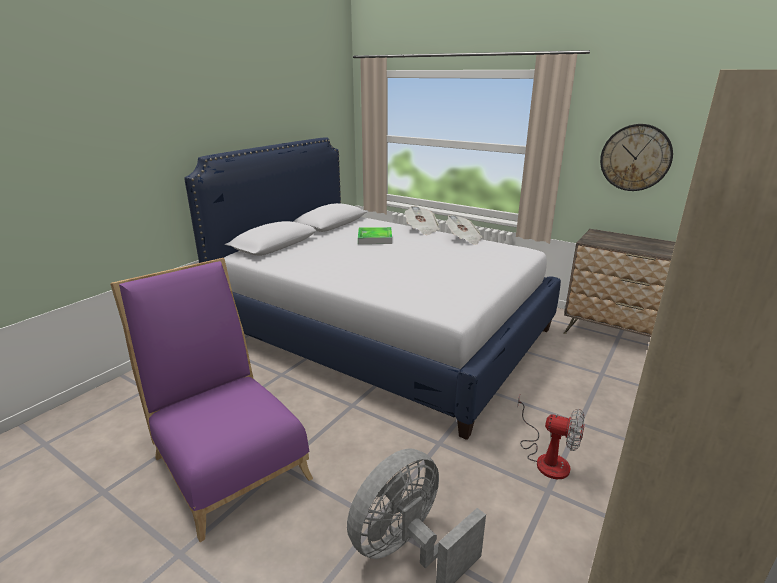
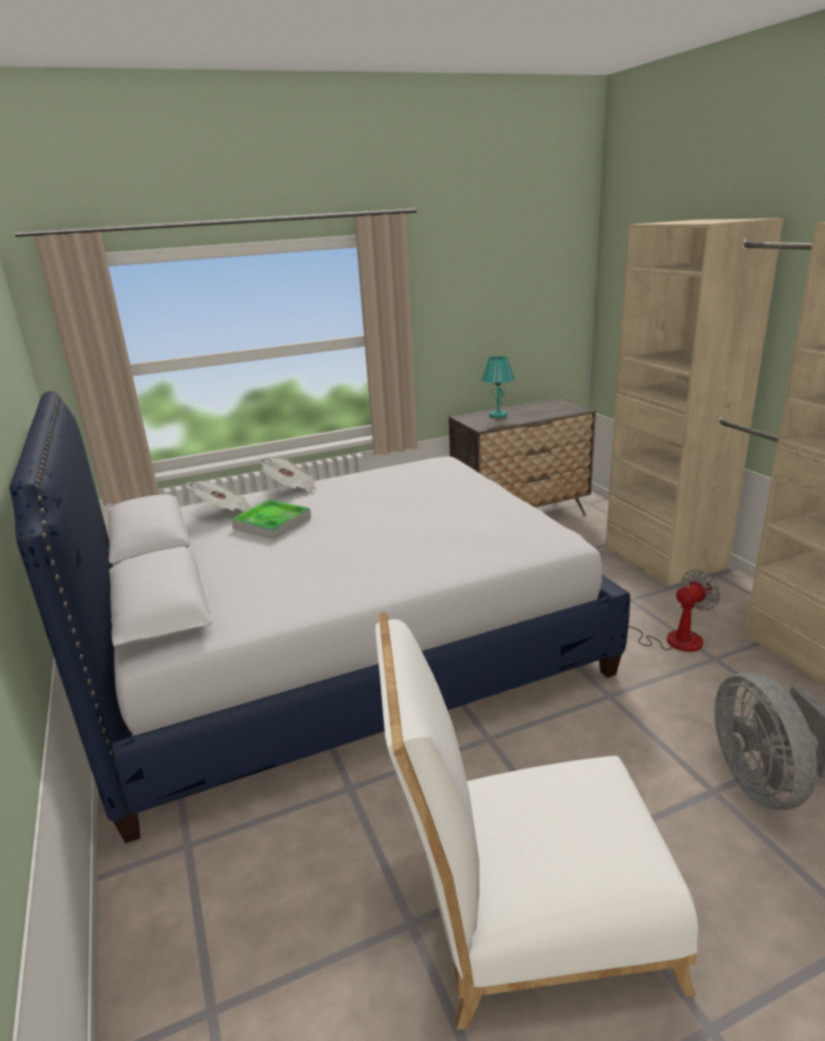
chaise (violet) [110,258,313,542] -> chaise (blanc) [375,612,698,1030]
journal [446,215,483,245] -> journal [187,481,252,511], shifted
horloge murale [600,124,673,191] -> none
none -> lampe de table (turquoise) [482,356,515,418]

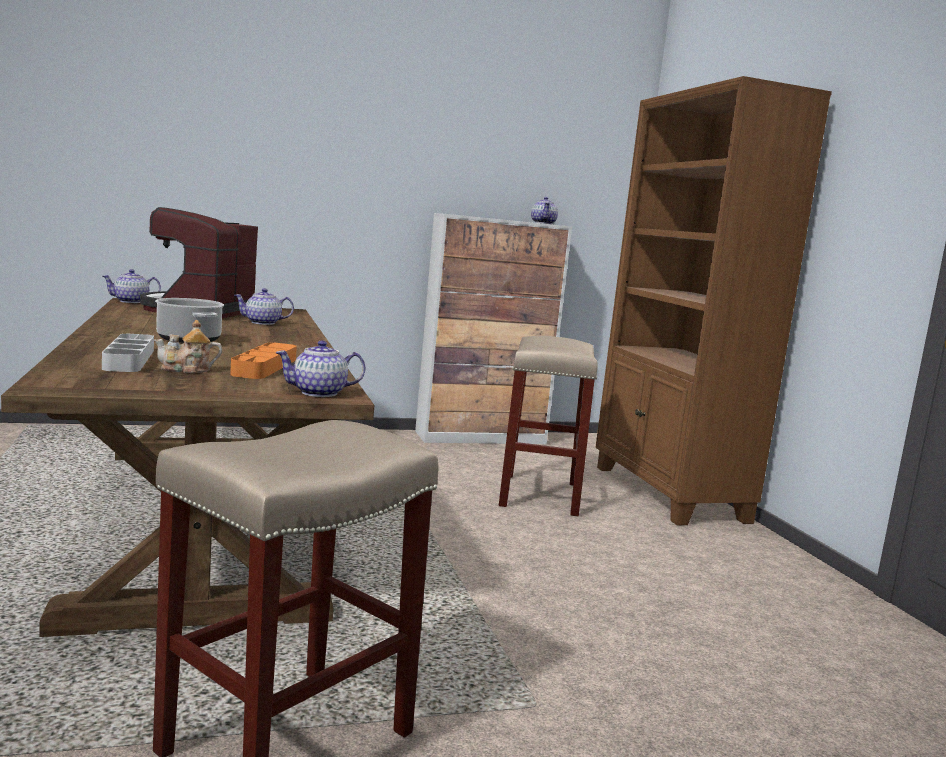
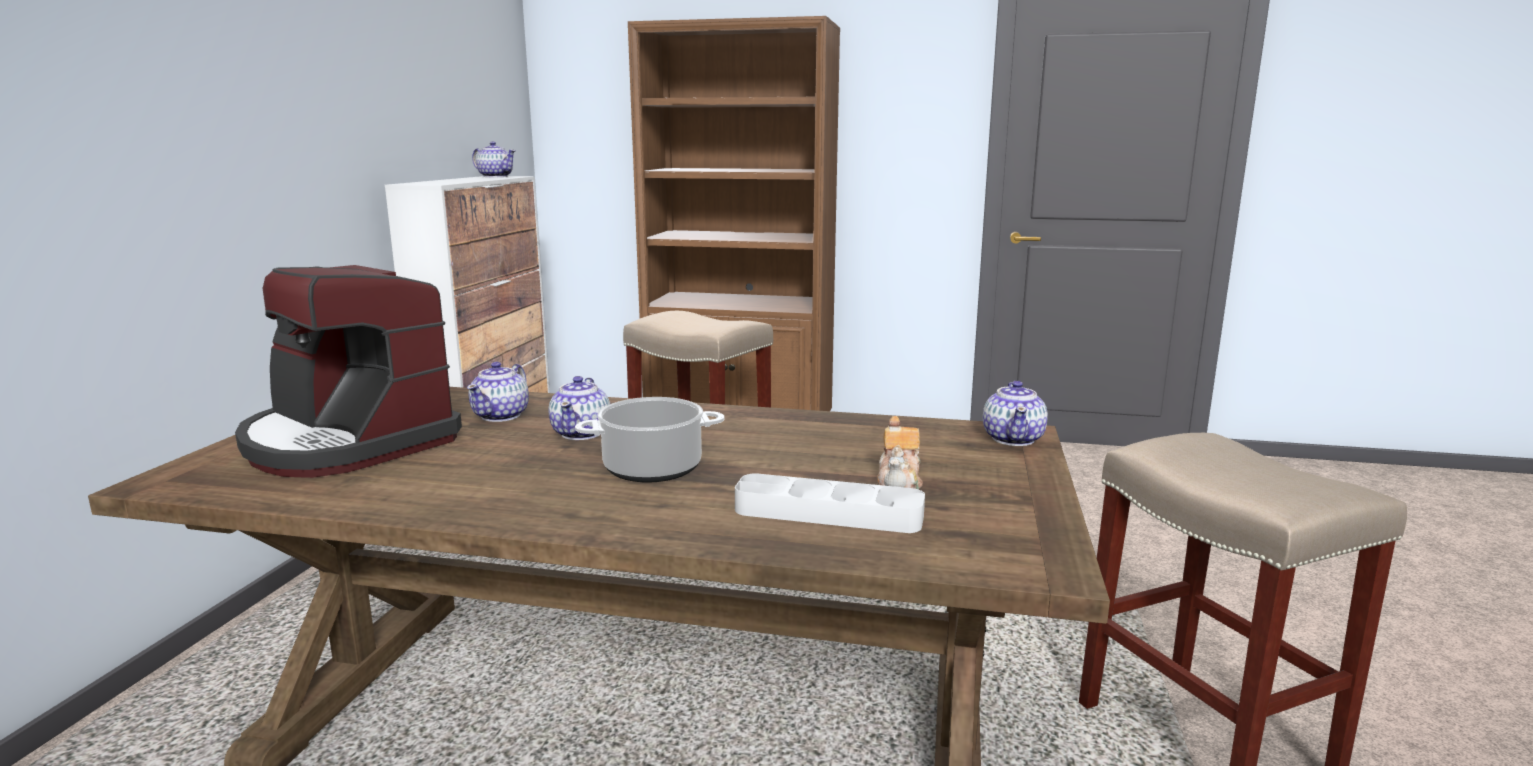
théière [102,269,161,303] -> théière [549,376,610,440], shifted
plateau (orange) [230,343,297,379] -> none

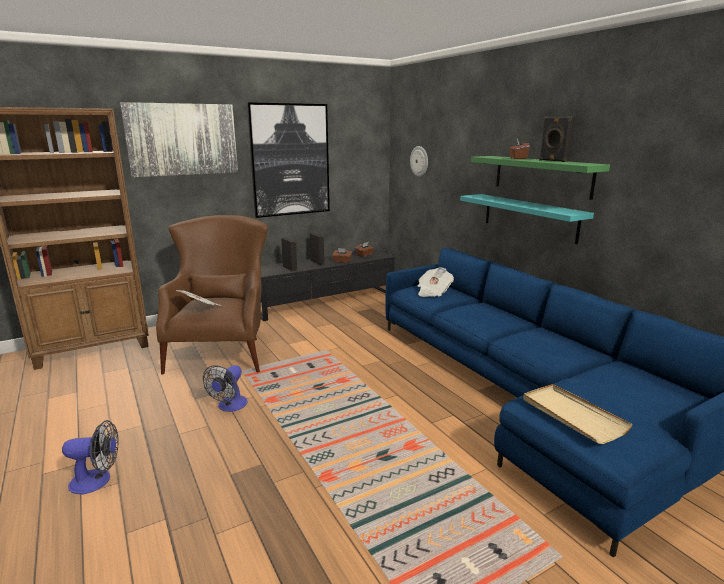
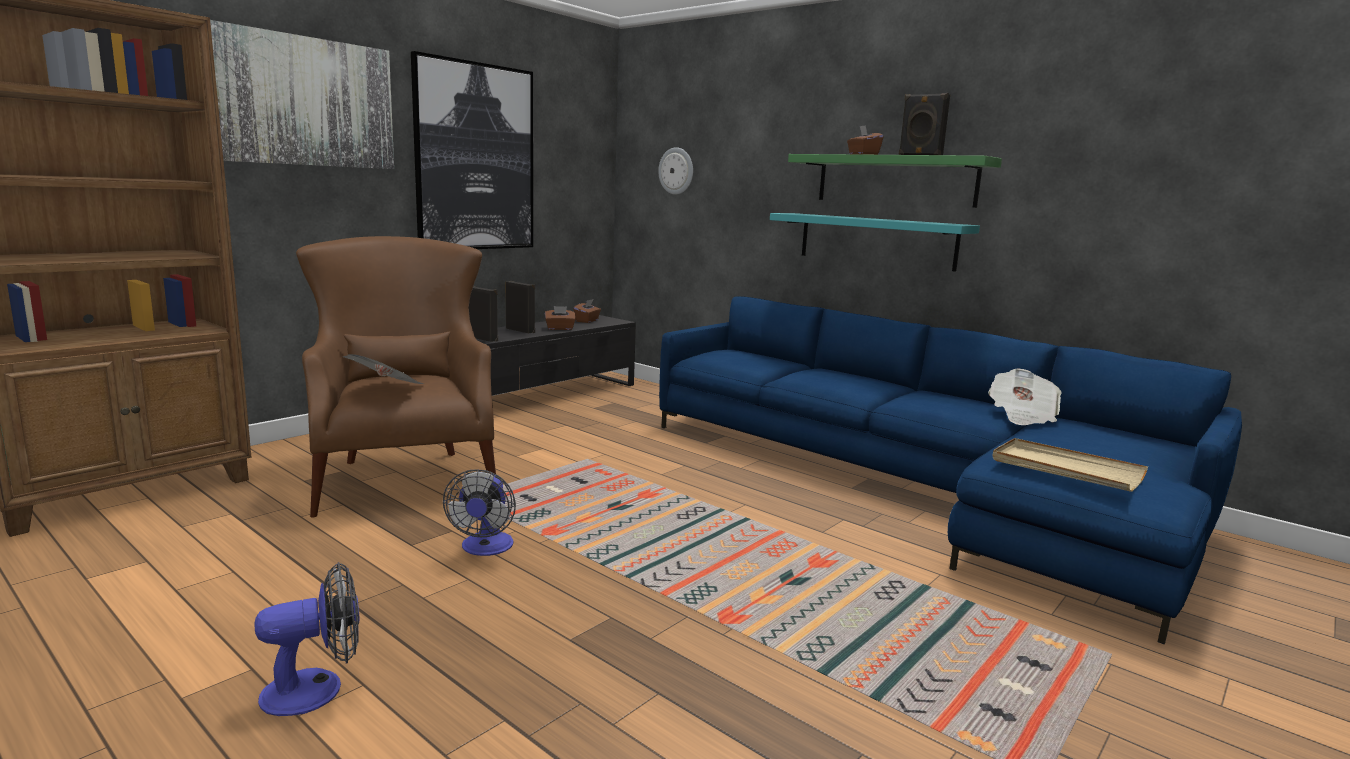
journal [418,267,454,297] -> journal [988,368,1061,425], shifted

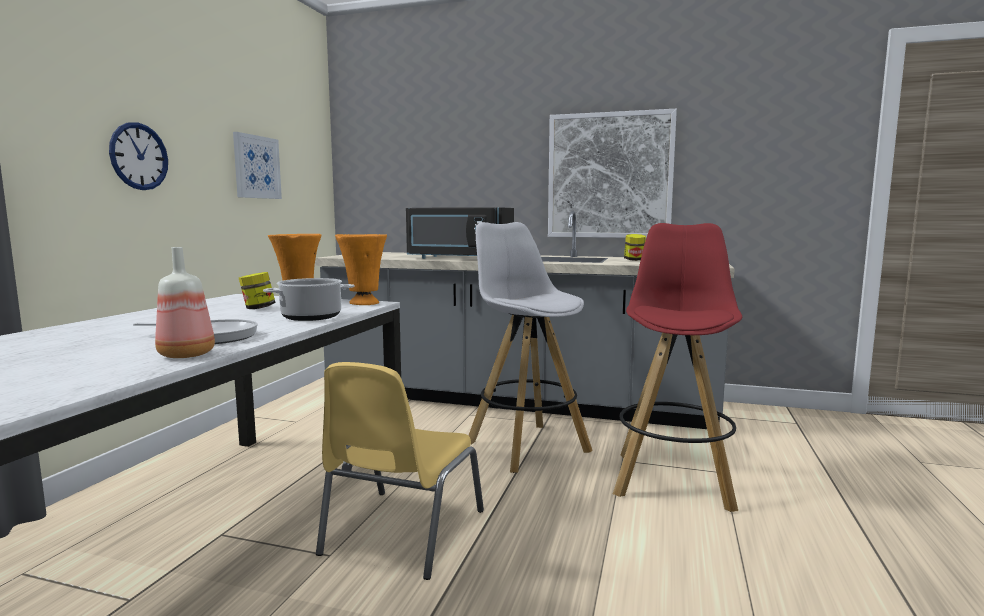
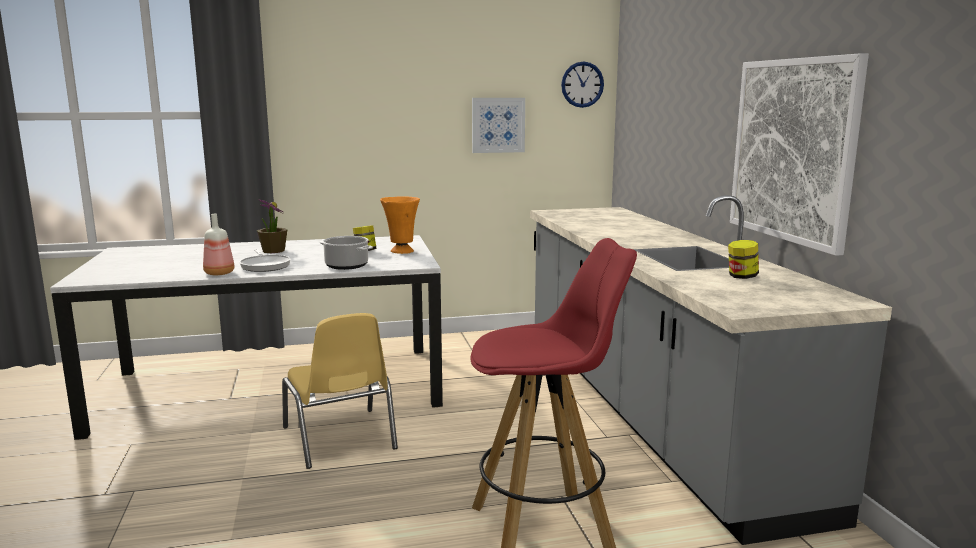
horloge murale [109,122,168,190] -> horloge murale [561,61,604,108], shifted
chaise (jaune) [316,362,484,580] -> chaise (jaune) [282,313,398,469], 105 degrees counterclockwise
vase (orange) [335,234,387,305] -> none
micro-ondes (noir) [406,207,514,259] -> none
tabouret (blanc) [468,222,592,473] -> none
none -> plante en pot [257,199,287,253]

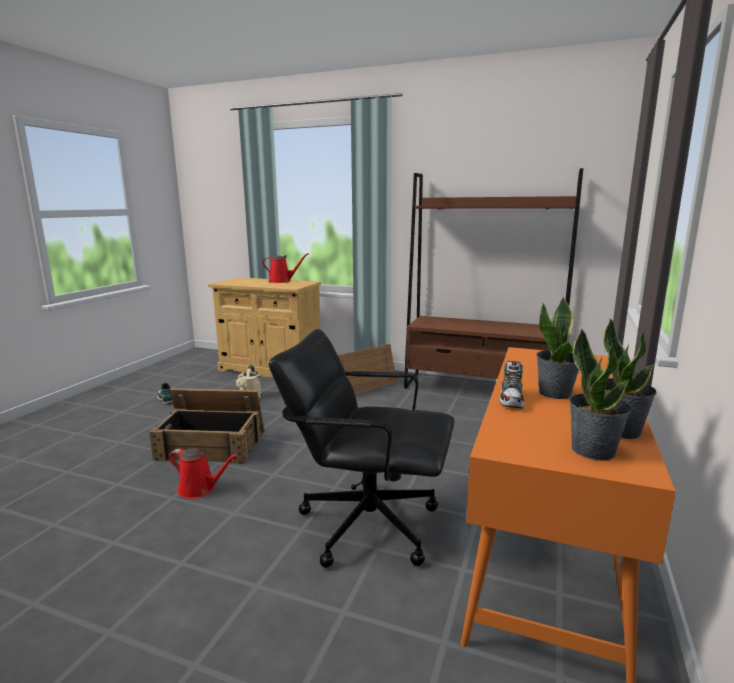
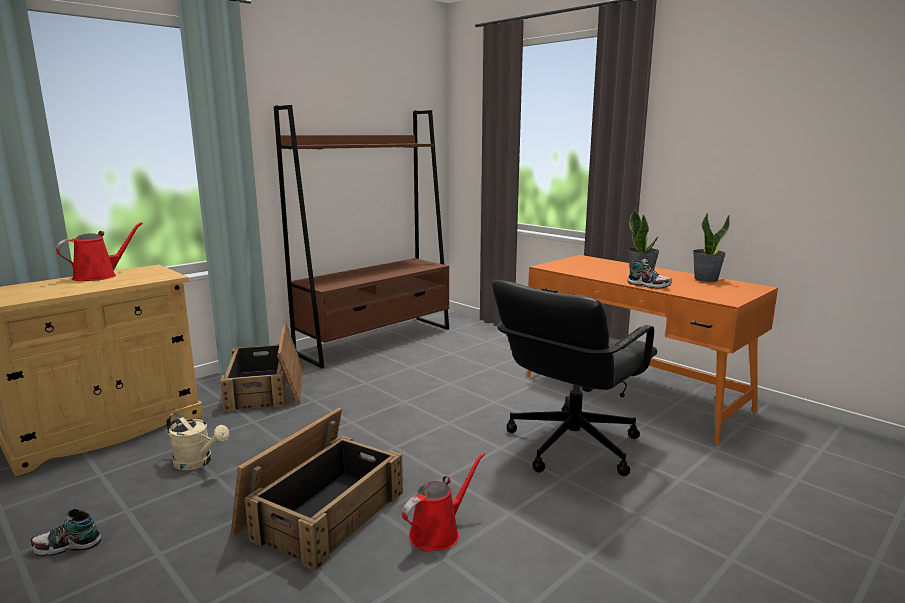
plante en pot [569,328,632,461] -> none

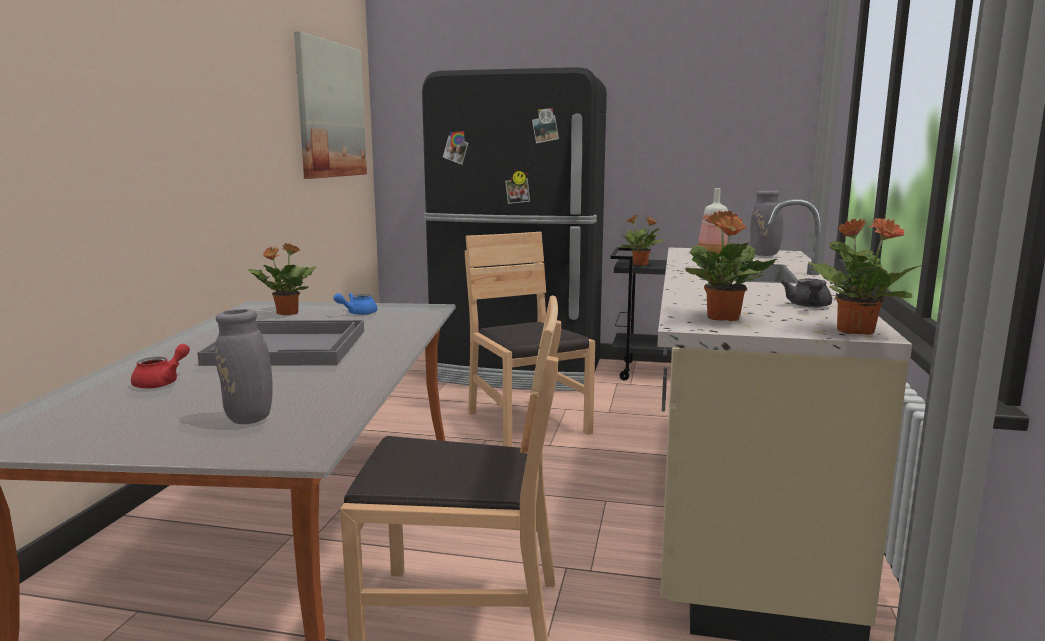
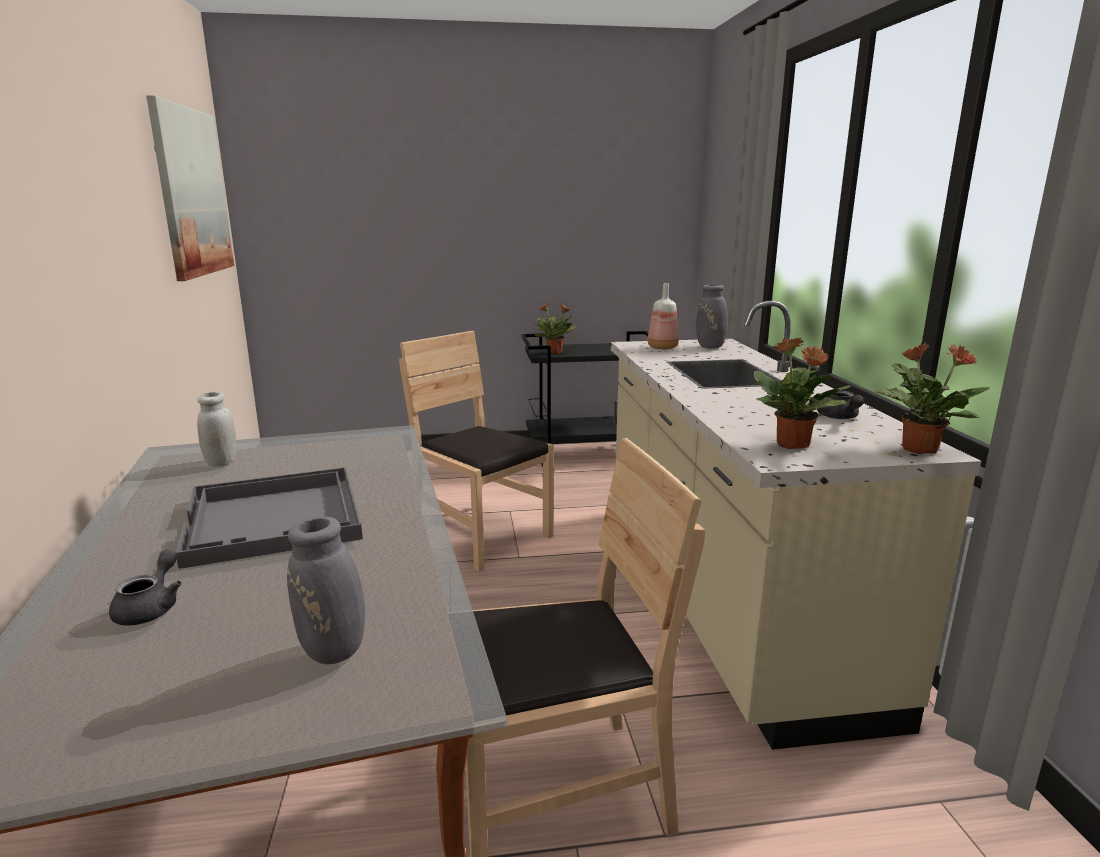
théière (rouge) [131,344,190,389] -> théière (gris) [109,550,182,626]
plante en pot [248,243,317,315] -> bocal (blanc) [197,392,236,467]
théière (bleu) [333,293,377,315] -> none
réfrigérateur (noir) [422,67,607,391] -> none

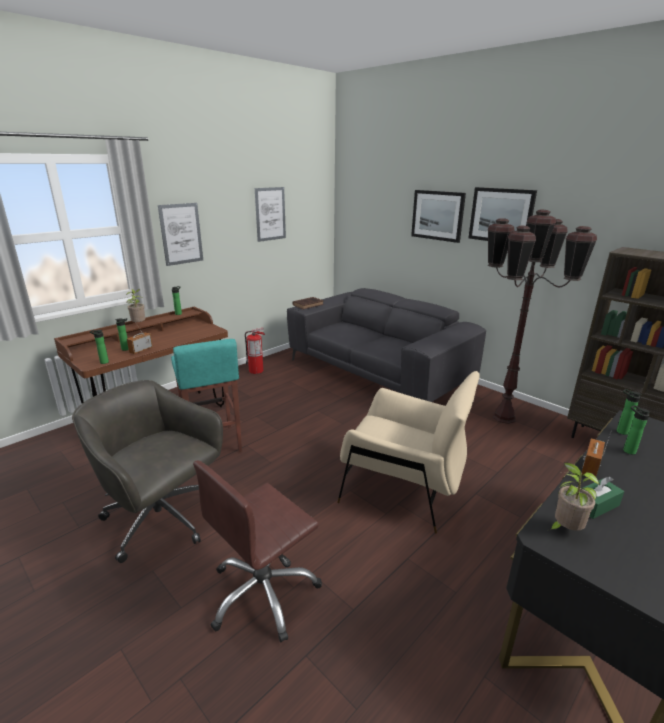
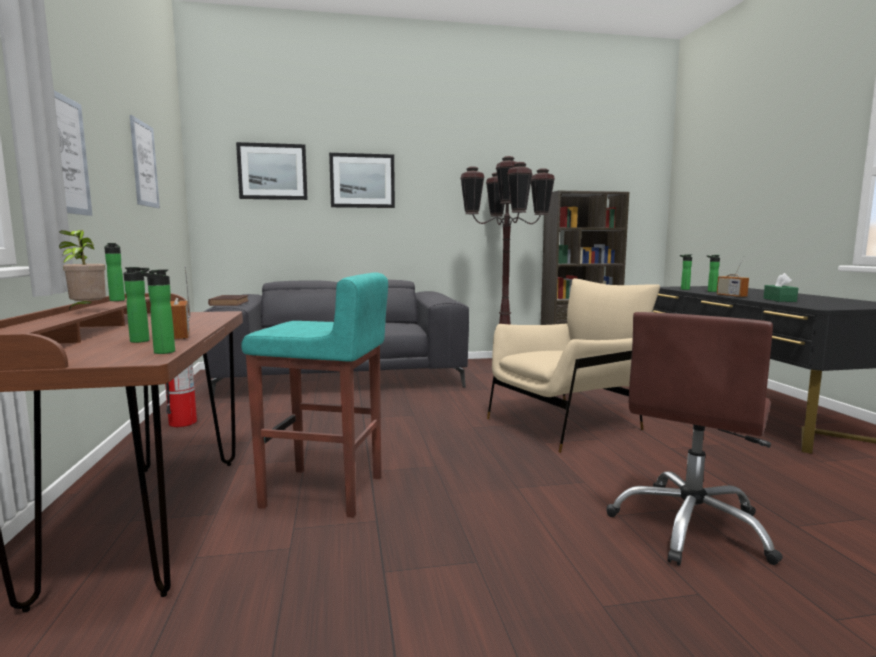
chaise de bureau (gris) [72,380,223,563] -> none
chaise de bureau (marron) [193,460,322,642] -> chaise de bureau (marron) [606,312,783,566], 45 degrees clockwise
tableau [468,187,537,241] -> tableau [236,142,308,200], shifted
plante en pot [549,463,600,531] -> none

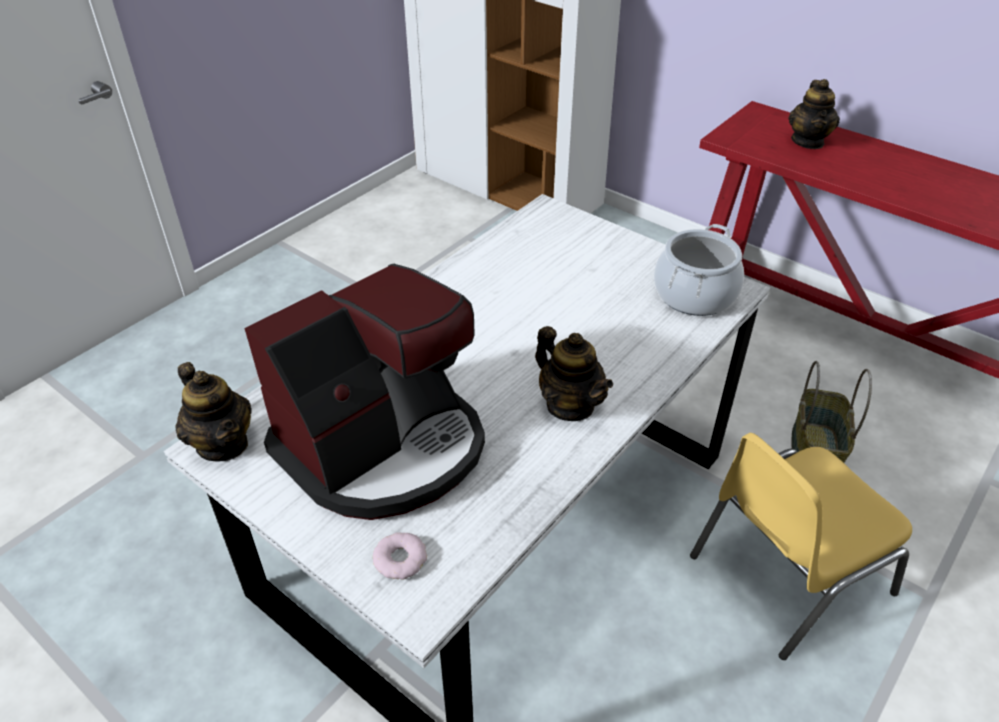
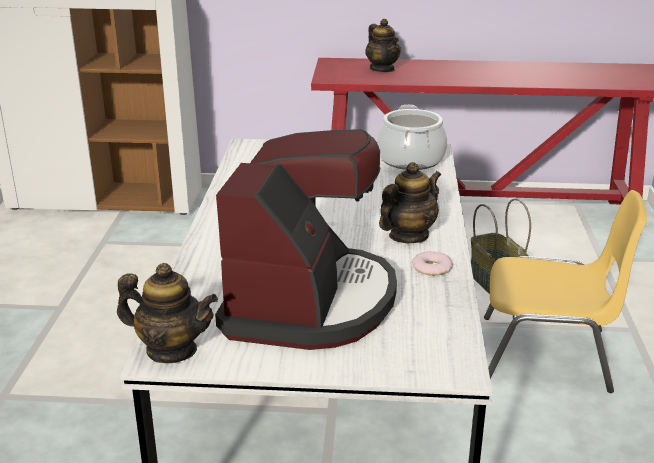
beignet [373,532,427,580] -> beignet [412,251,453,276], shifted
théière [535,326,613,421] -> théière [379,162,441,243], 60 degrees counterclockwise
chaise (jaune) [690,433,912,660] -> chaise (jaune) [484,190,647,393], 105 degrees counterclockwise

